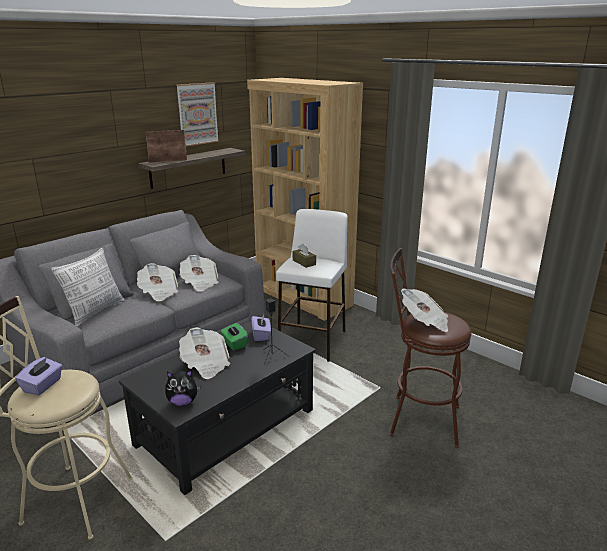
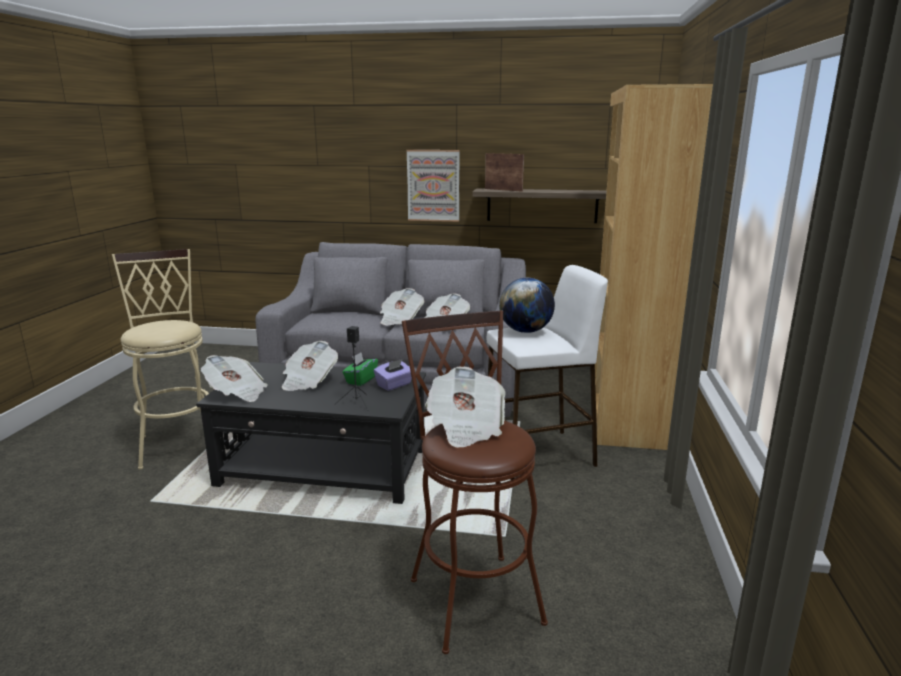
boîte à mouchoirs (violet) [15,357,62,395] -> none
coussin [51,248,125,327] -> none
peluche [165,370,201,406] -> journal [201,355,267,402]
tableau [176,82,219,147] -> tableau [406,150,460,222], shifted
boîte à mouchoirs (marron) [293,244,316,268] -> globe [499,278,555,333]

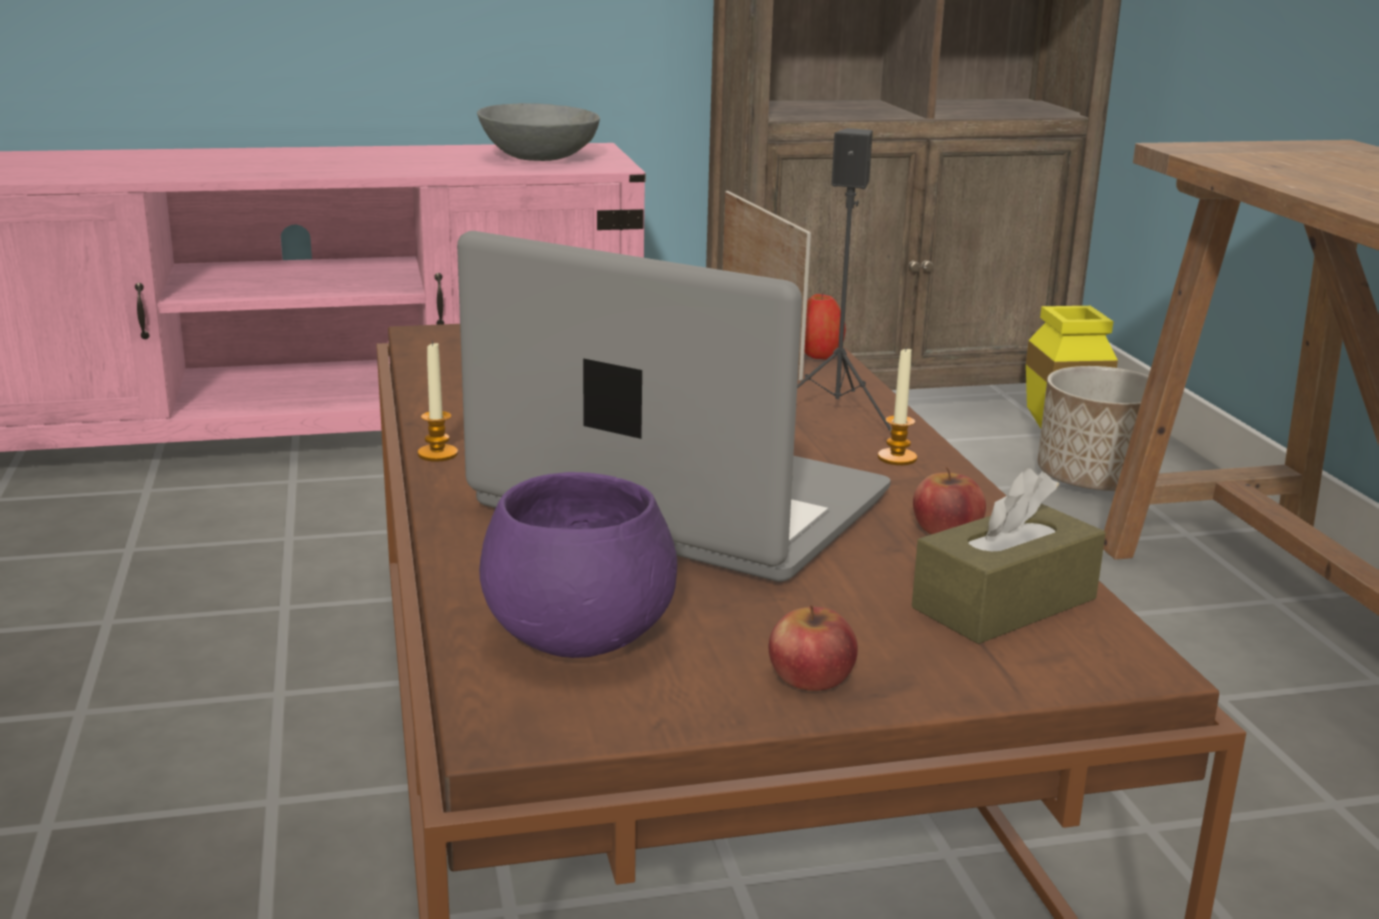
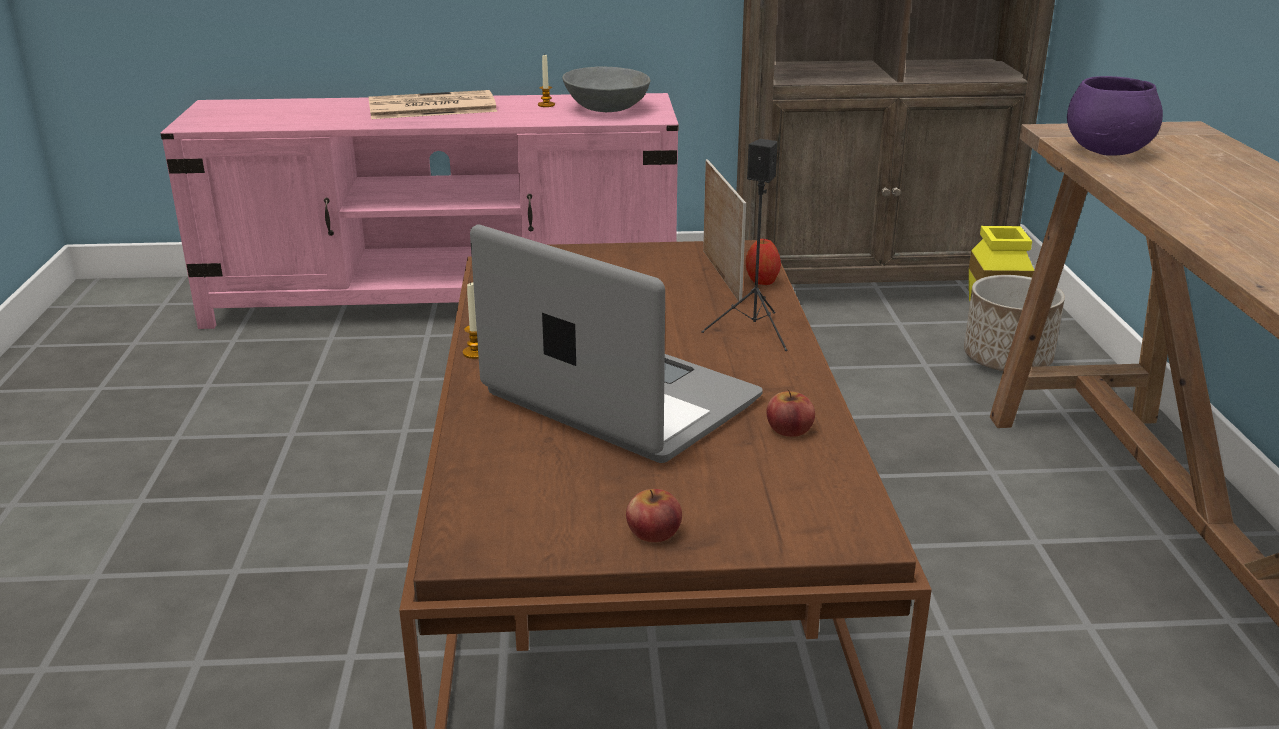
bol (violet) [479,472,677,658] -> bol (violet) [1067,76,1163,156], shifted
bougie [878,346,917,465] -> bougie [538,53,555,107], shifted
boîte à mouchoirs (marron) [912,468,1106,644] -> none
none -> journal [369,90,497,119]

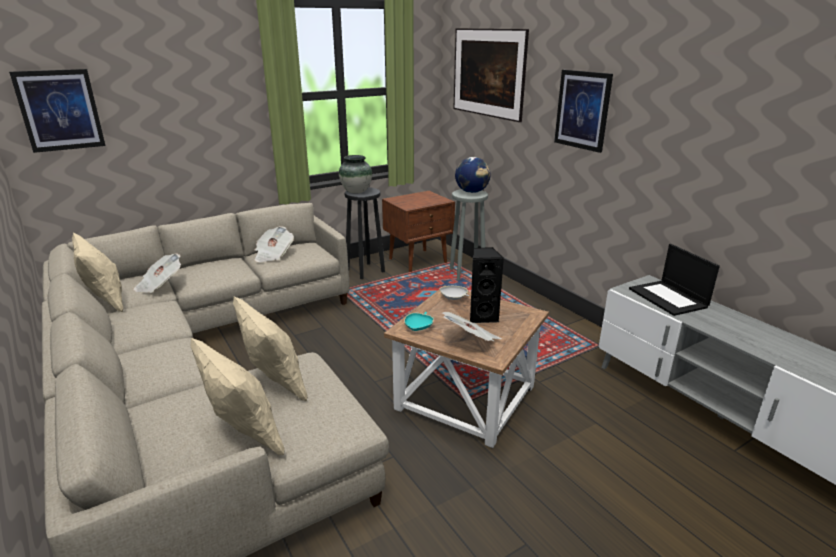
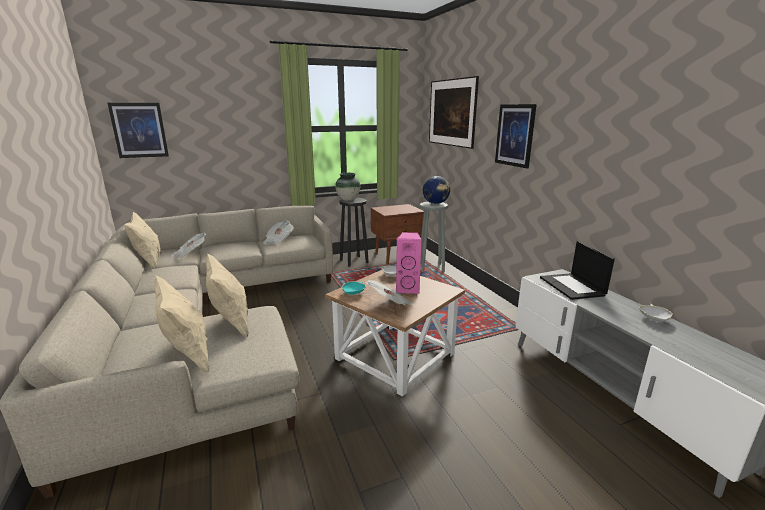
enceinte (noir) [470,247,504,323] -> enceinte (rose) [396,232,422,294]
none -> bol (blanc) [639,304,673,322]

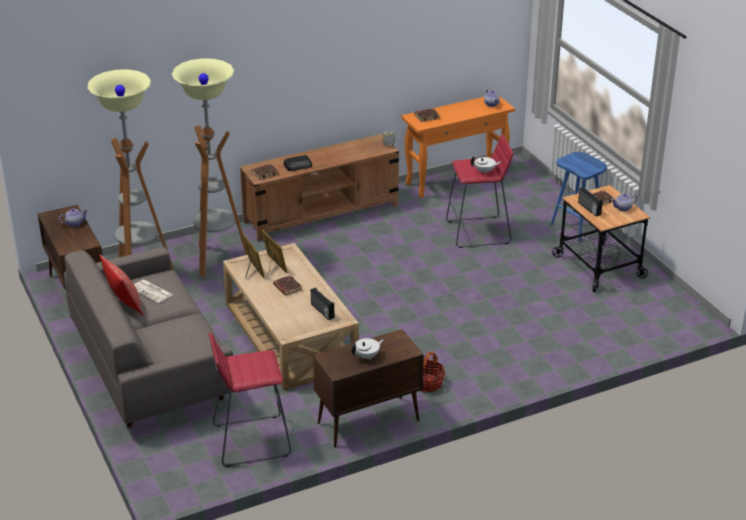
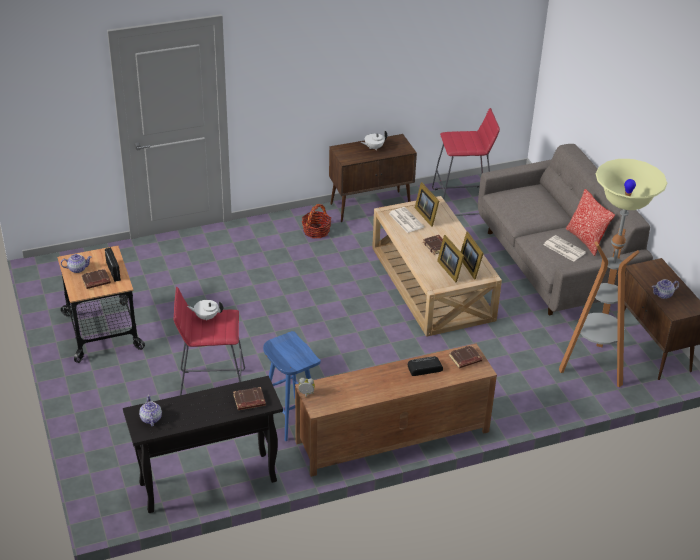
lampadaire [172,58,248,277] -> none
radio [311,288,335,320] -> journal [389,207,424,233]
table console (orange) [401,96,515,198] -> table console (noir) [123,376,283,513]
tabouret (bleu) [551,152,607,242] -> tabouret (bleu) [263,331,321,441], shifted
none -> cadre photo [415,182,439,227]

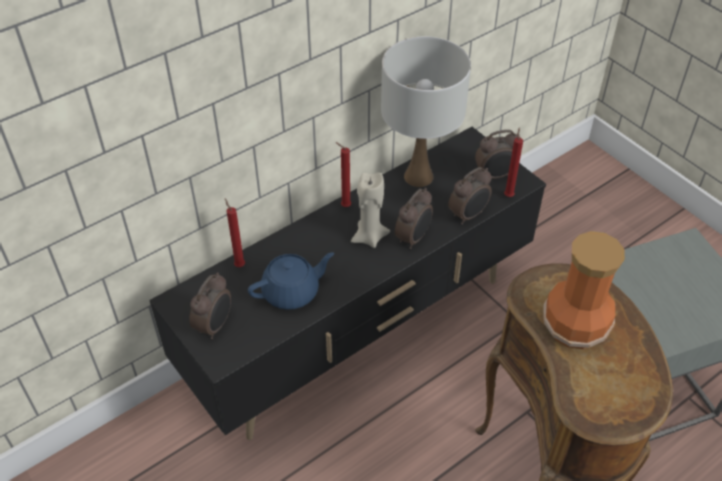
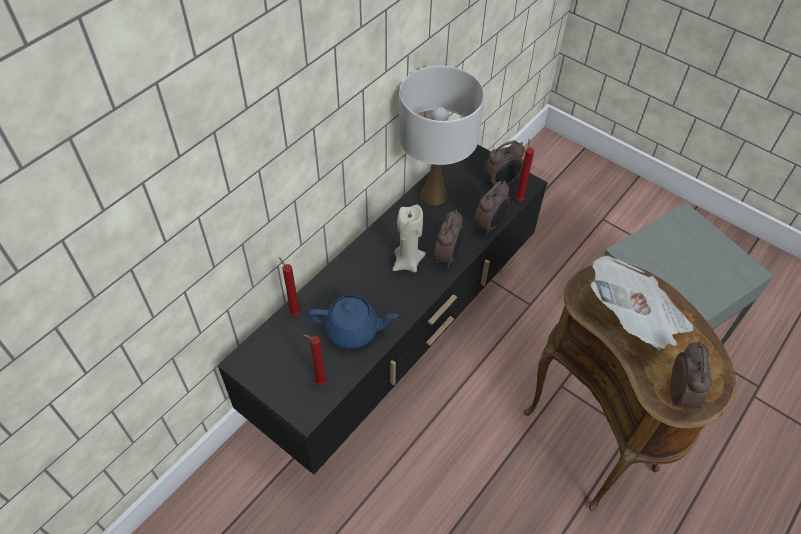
réveil [189,273,231,339] -> réveil [670,341,712,411], shifted
théière (bleu) [248,252,334,310] -> théière (bleu) [309,295,398,349], 45 degrees clockwise
bougie (rouge) [336,142,351,207] -> bougie (rouge) [304,335,327,386], shifted
vase [543,231,625,349] -> journal [590,256,694,350]

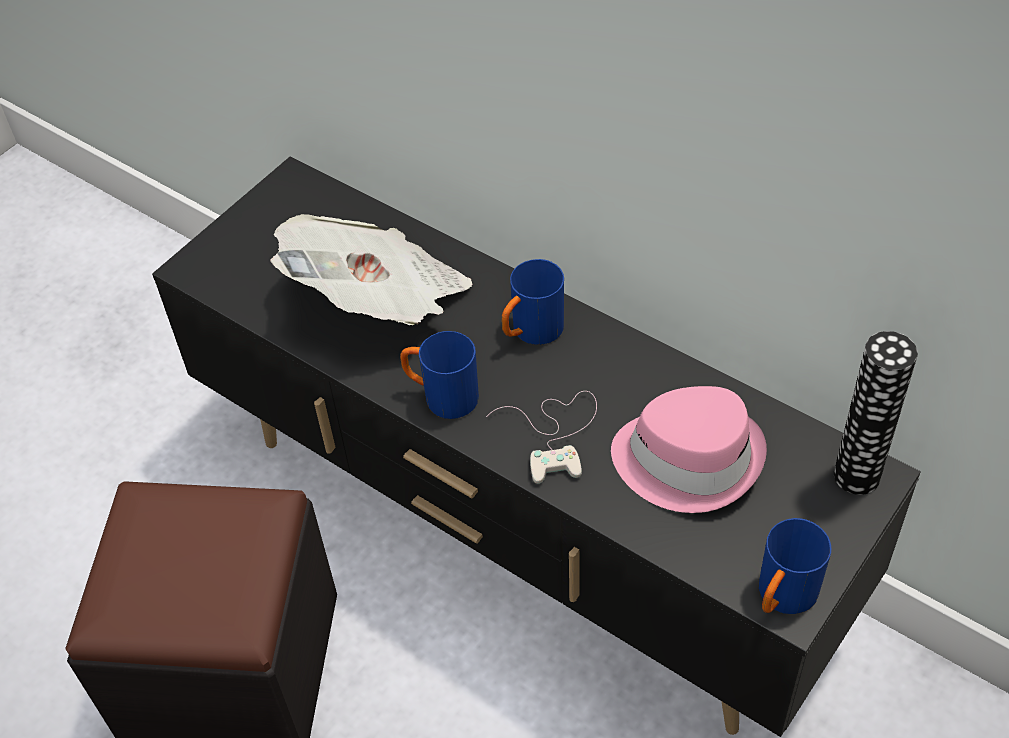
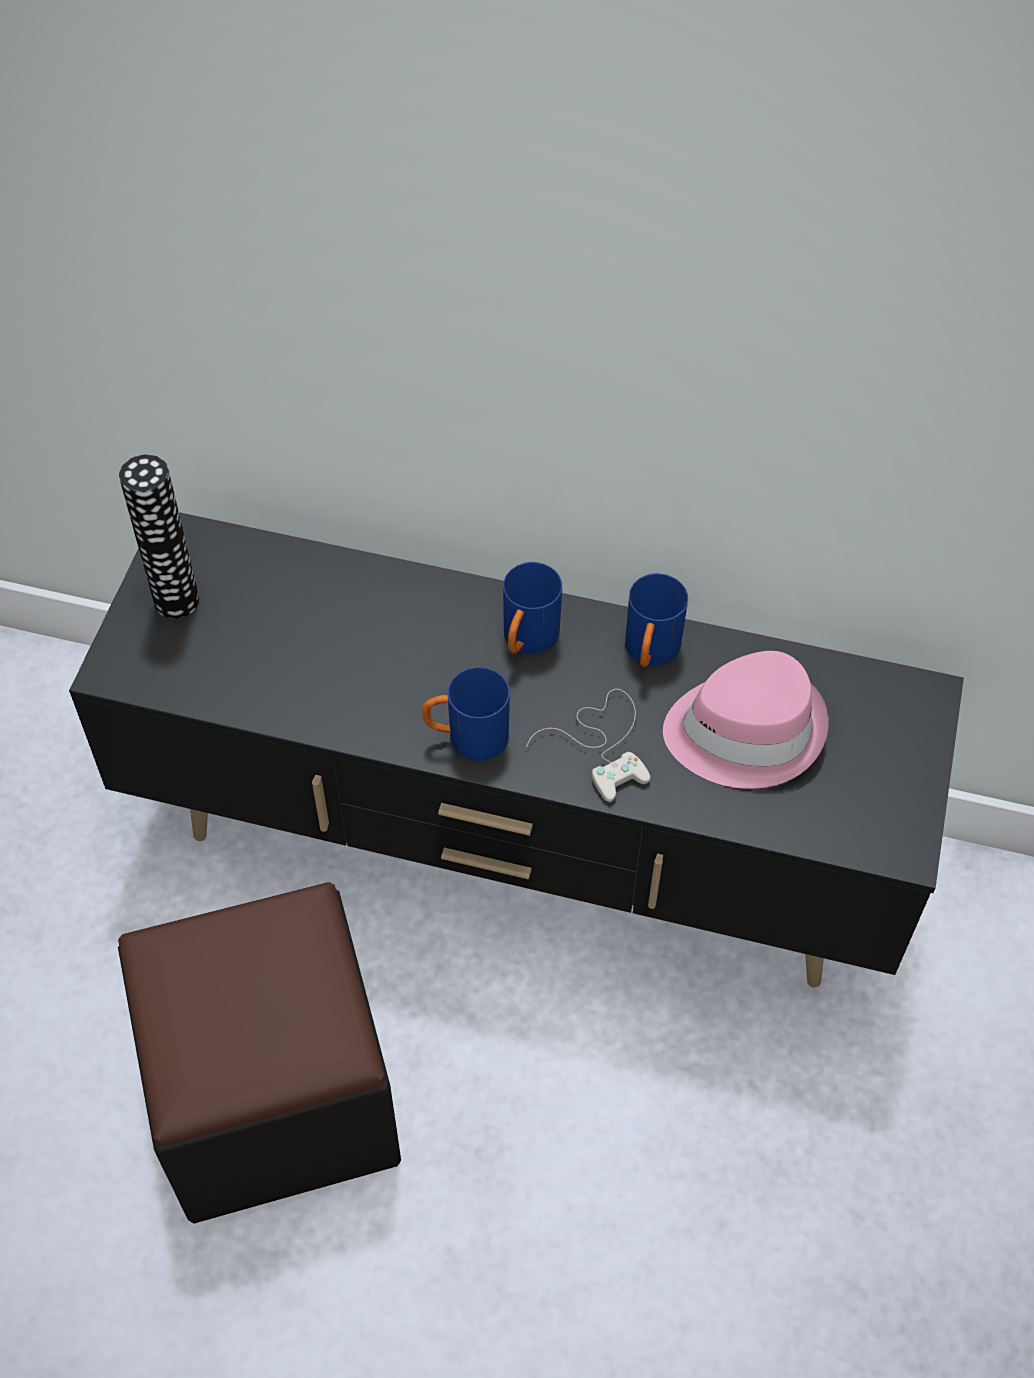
journal [270,214,473,325] -> none
mug (bleu) [759,518,831,614] -> mug (bleu) [625,573,688,667], shifted
vase [834,331,918,495] -> vase [119,454,199,619], shifted

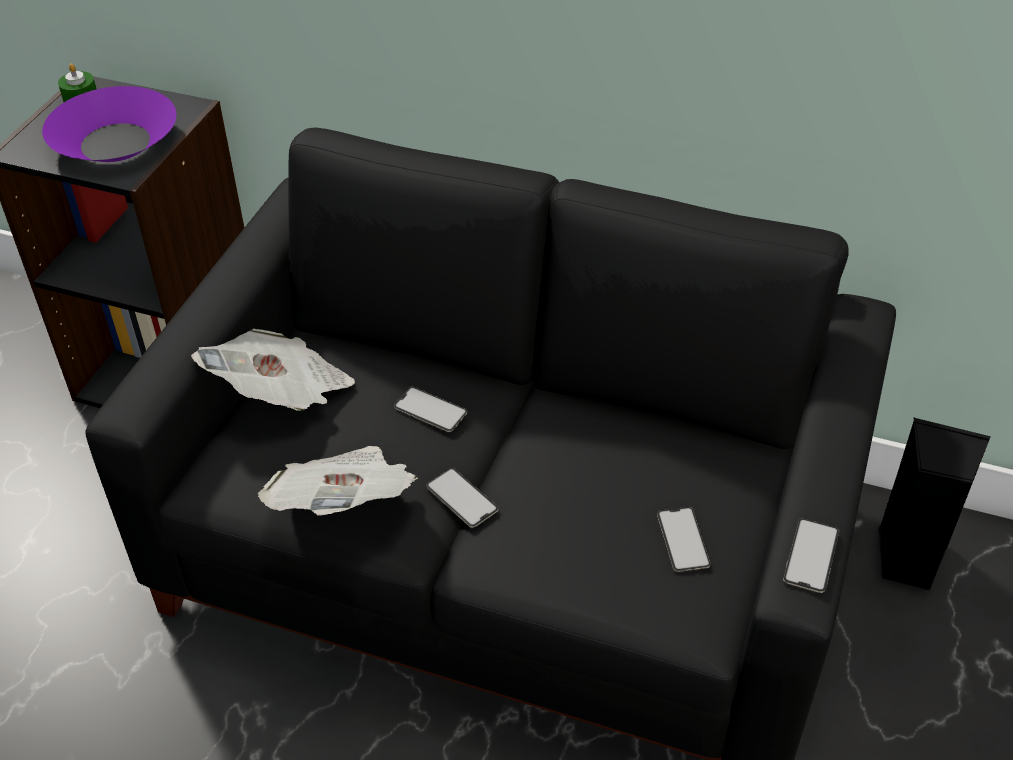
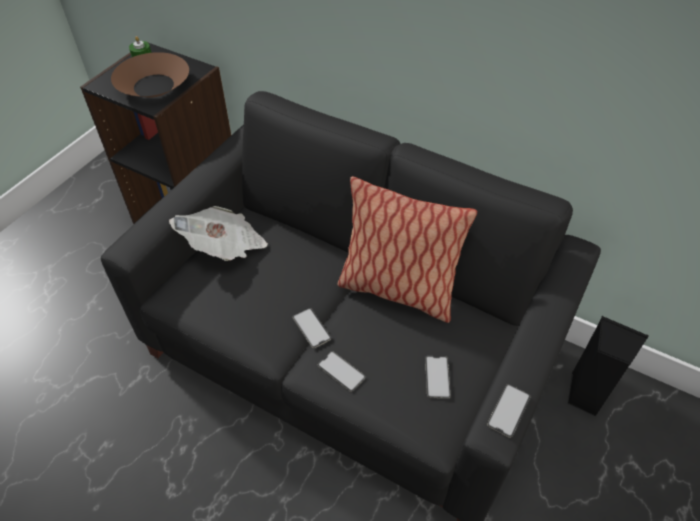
bol (violet) [42,86,176,162] -> bol (marron) [111,52,189,98]
journal [258,446,418,516] -> none
téléphone [394,387,467,432] -> téléphone [318,351,366,392], shifted
none -> coussin [337,176,477,323]

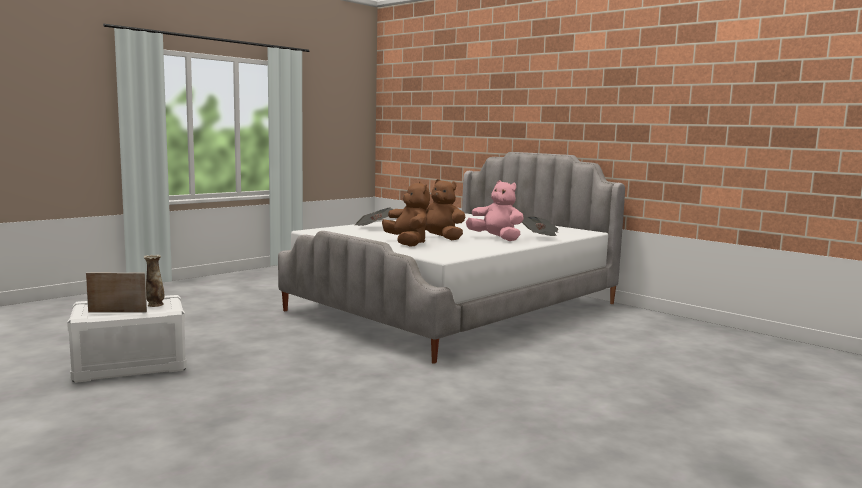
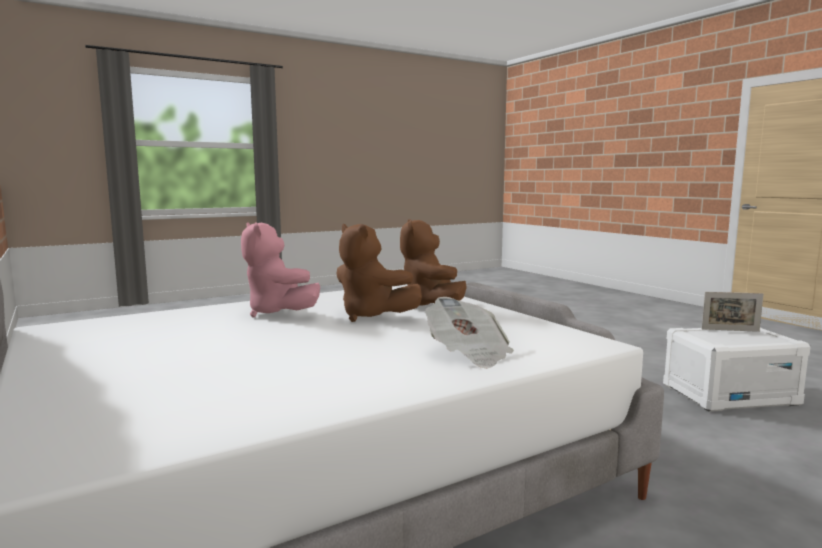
vase [144,254,164,307] -> none
journal [522,216,559,236] -> none

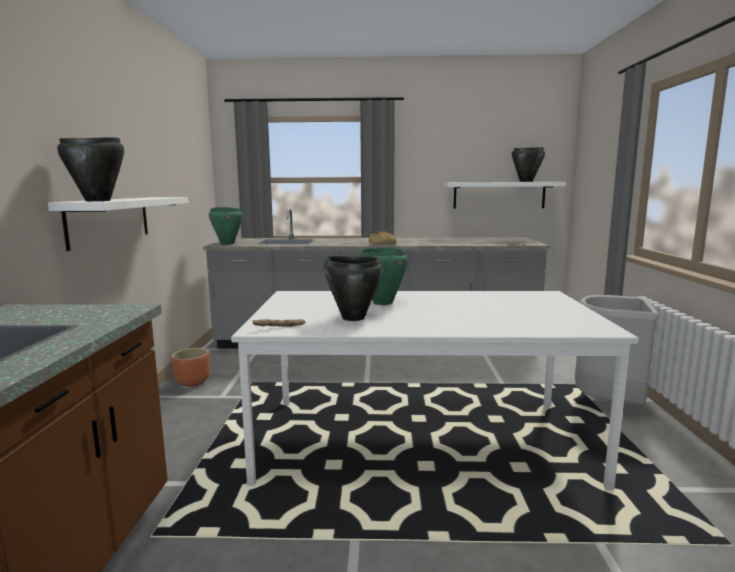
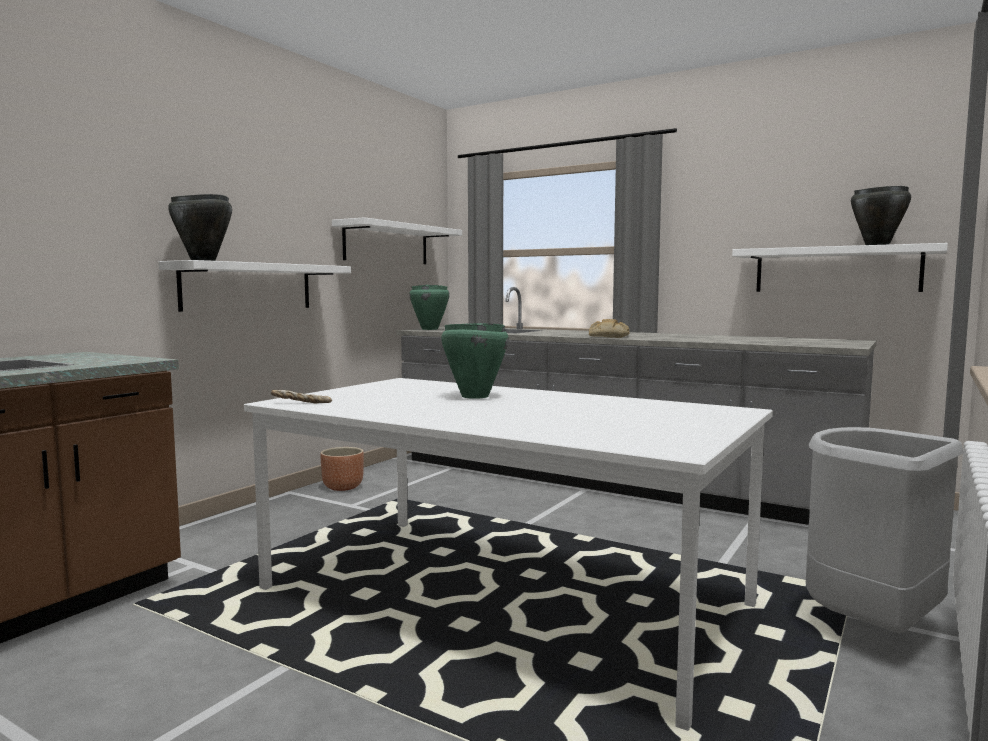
marmite (noir) [324,256,383,321] -> none
none -> étagère (blanc) [332,217,462,264]

